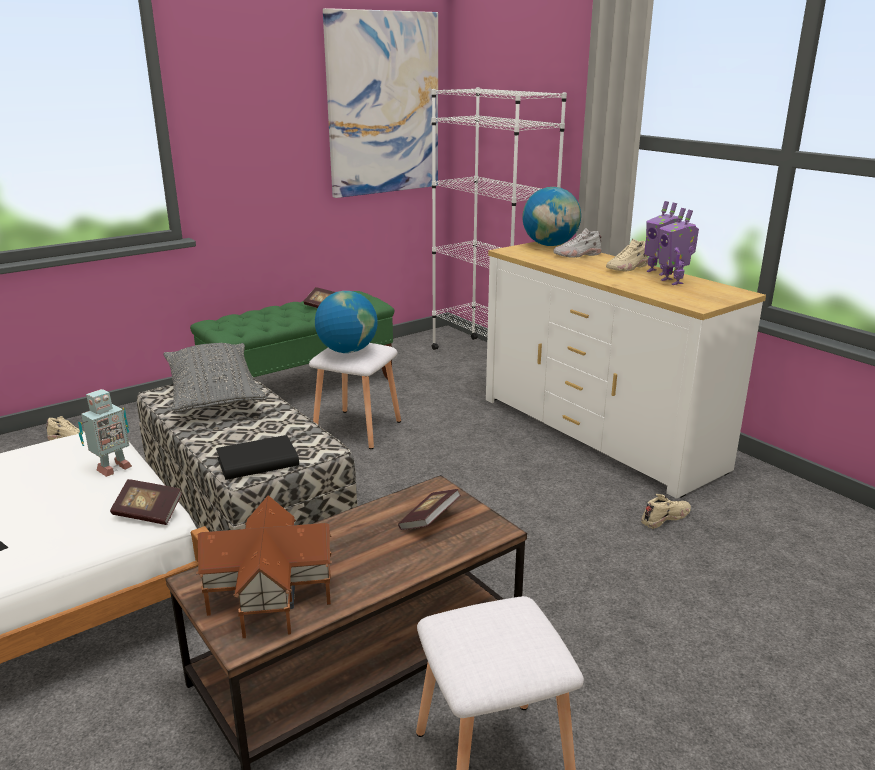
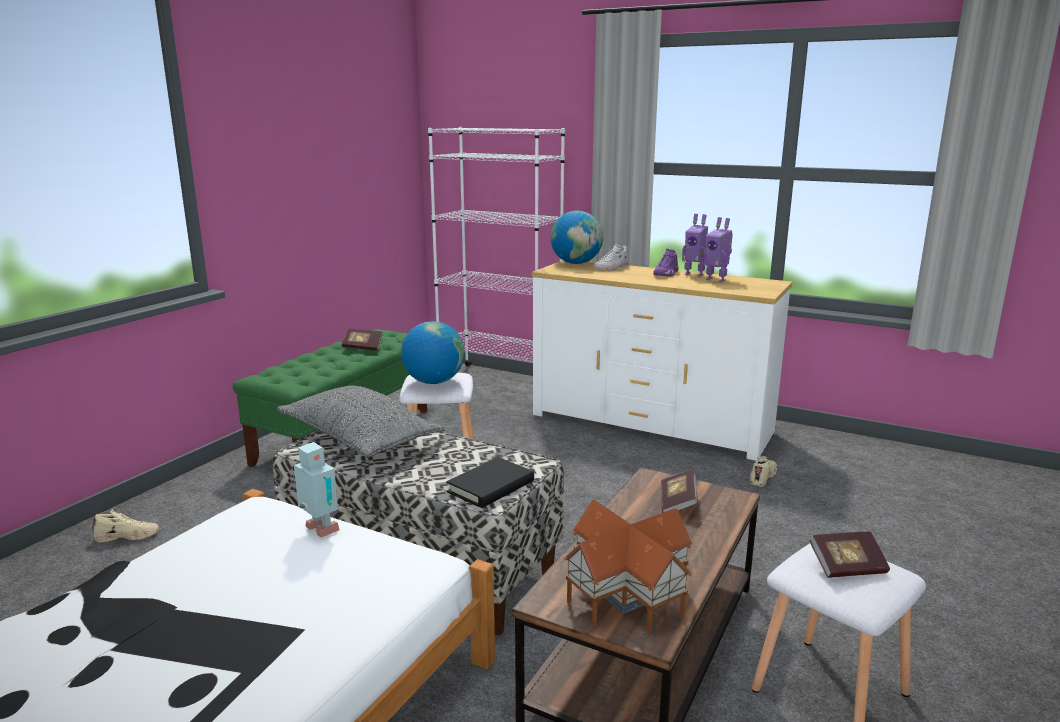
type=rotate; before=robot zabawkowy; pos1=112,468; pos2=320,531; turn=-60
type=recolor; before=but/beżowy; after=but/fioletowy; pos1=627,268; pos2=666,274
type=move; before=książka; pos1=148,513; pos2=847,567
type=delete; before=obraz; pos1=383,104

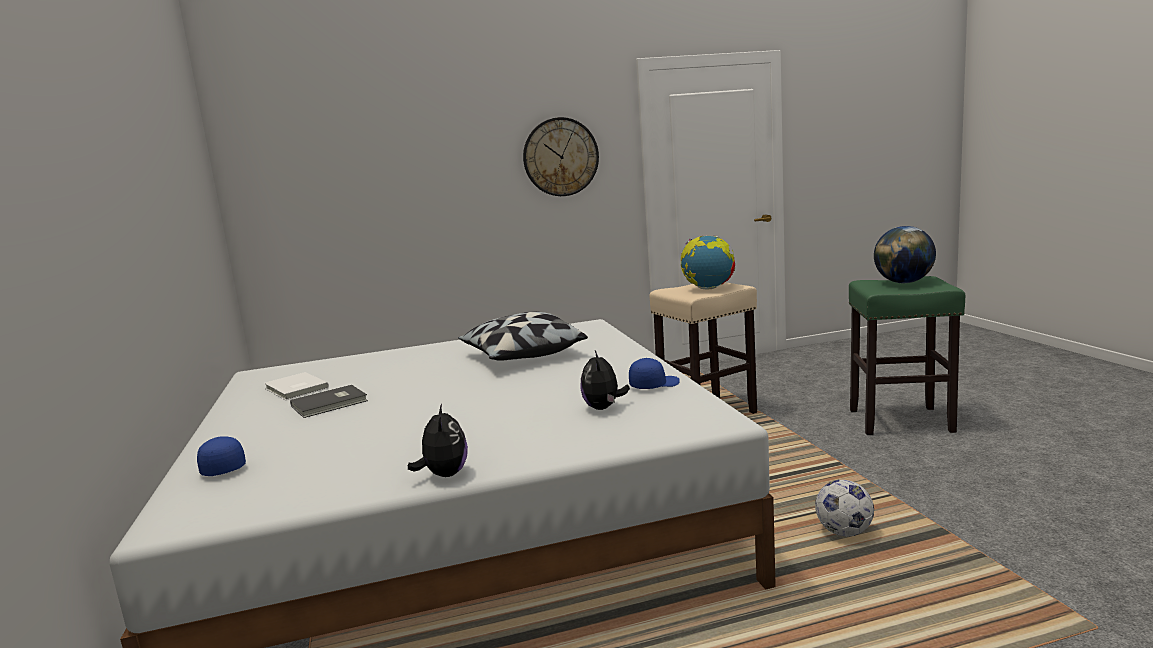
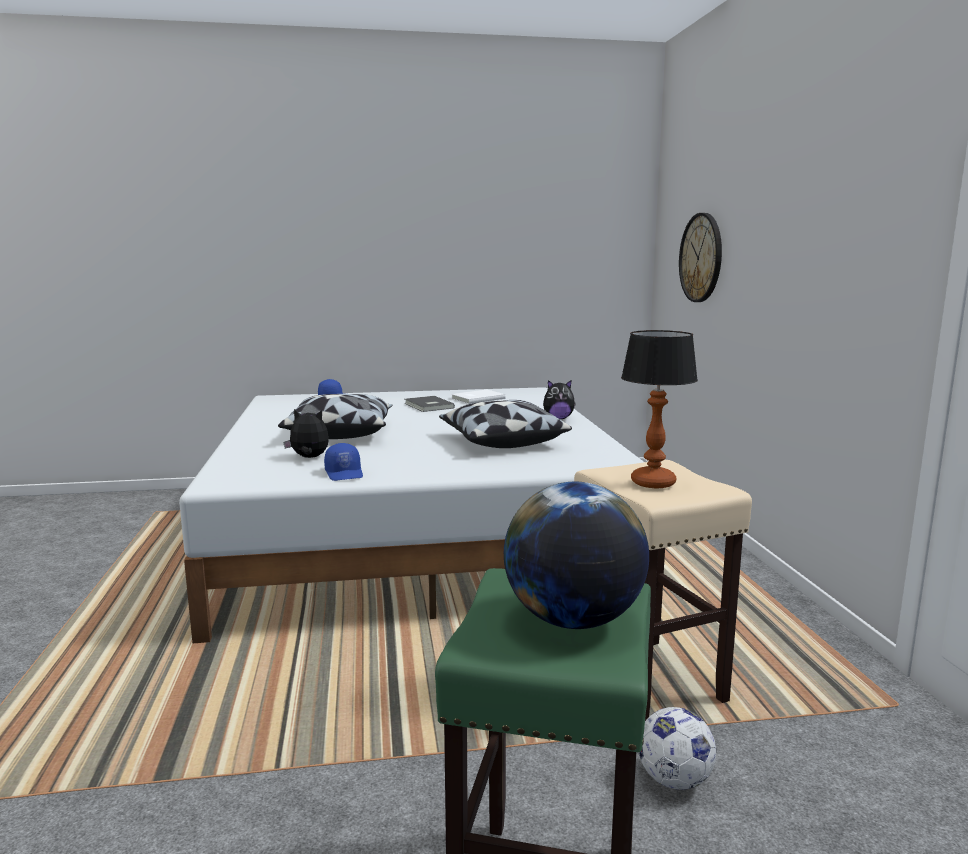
type=insert; after=poduszka; pos2=340,433
type=move; before=pluszak; pos1=444,475; pos2=558,418
type=replace; before=globus; after=lampa stołowa; pos1=708,288; pos2=653,483
type=move; before=piłka futbolowa; pos1=844,532; pos2=674,780
type=move; before=zegar ścienny; pos1=560,157; pos2=701,258

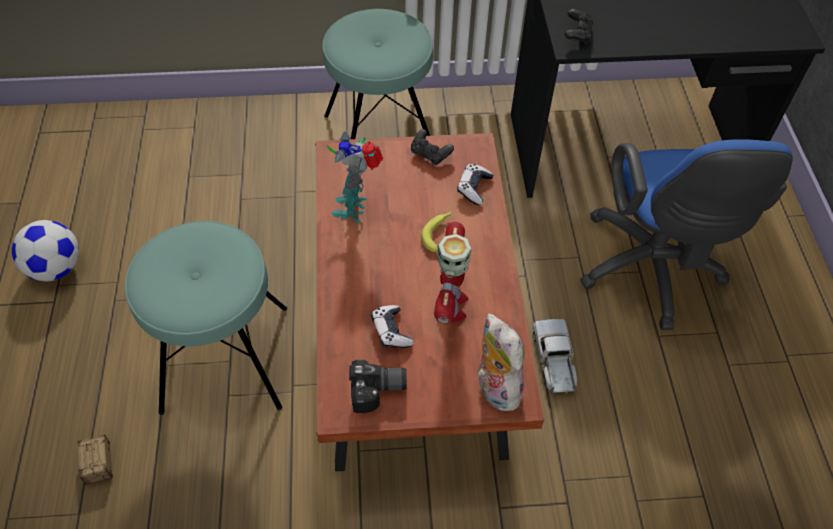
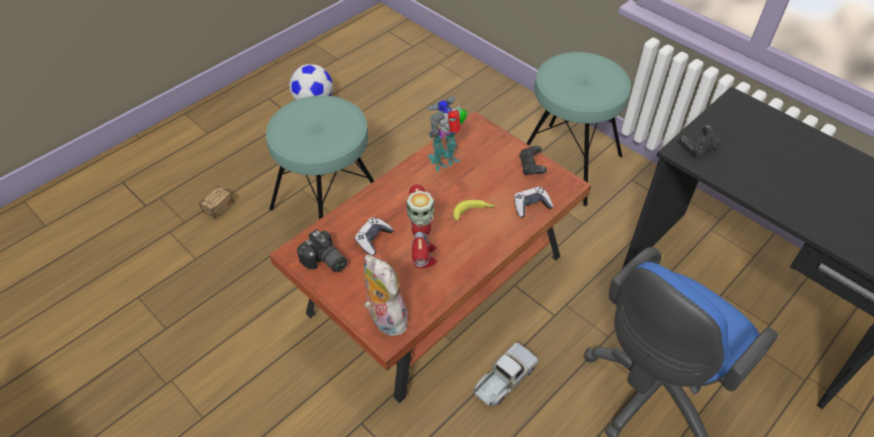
type=rotate; before=pluszak; pos1=494,387; pos2=384,318; turn=-60
type=rotate; before=robot zabawkowy; pos1=450,306; pos2=422,256; turn=-60

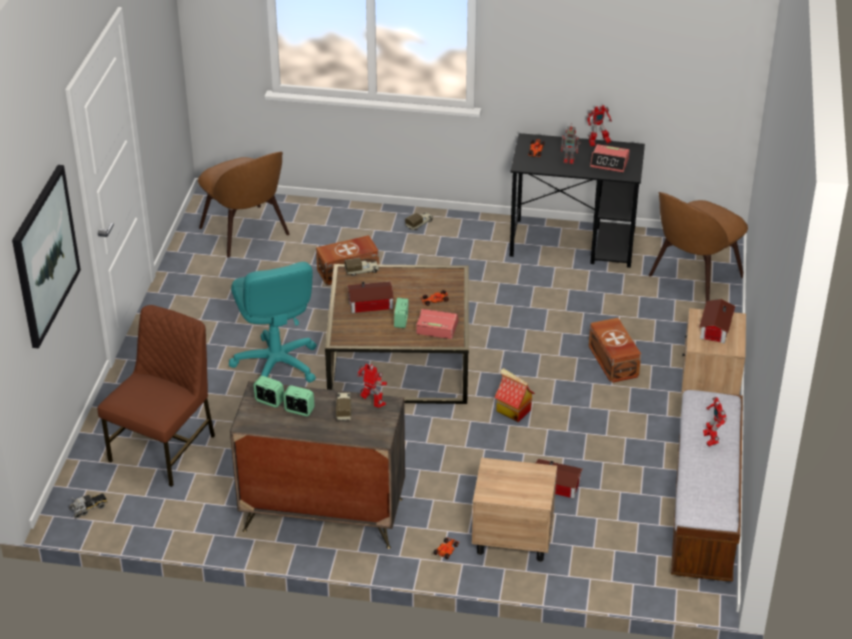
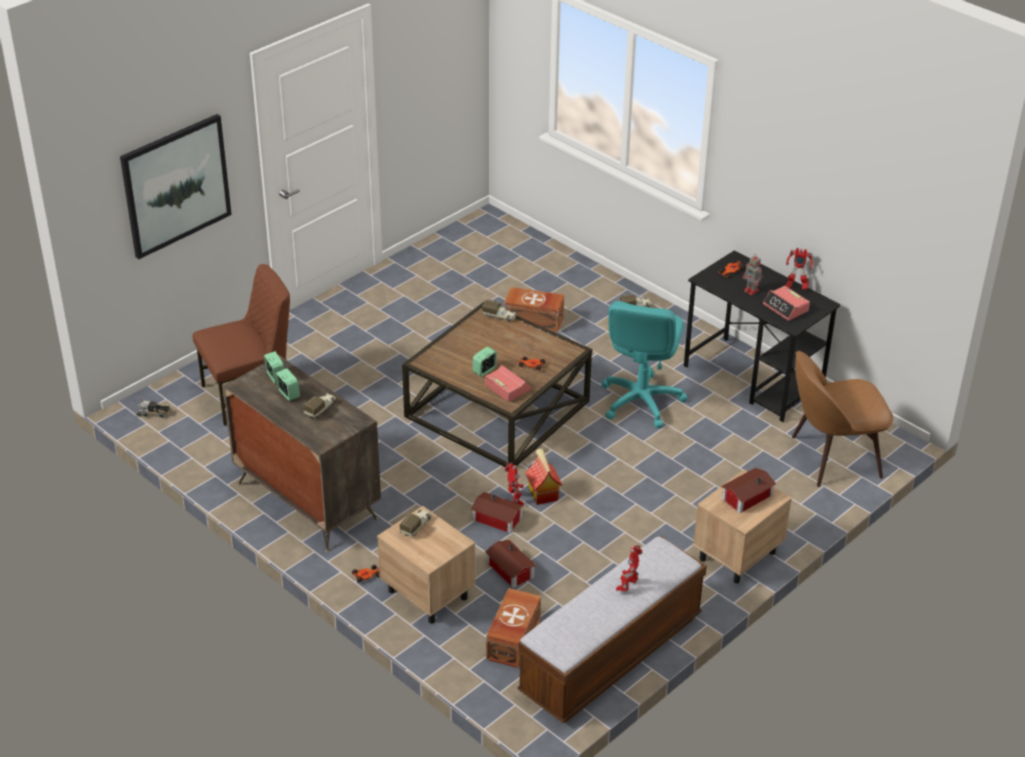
type=insert; after=ciężarówka zabawkowa; pos2=416,526
type=move; before=domek; pos1=372,304; pos2=497,520
type=move; before=pojemnik do przechowywania/brązowy; pos1=612,362; pos2=512,640
type=move; before=robot zabawkowy; pos1=373,403; pos2=515,500
type=move; before=krzesło biurowe/turkusowy; pos1=276,365; pos2=640,401
type=delete; before=krzesło/brązowy; pos1=246,233

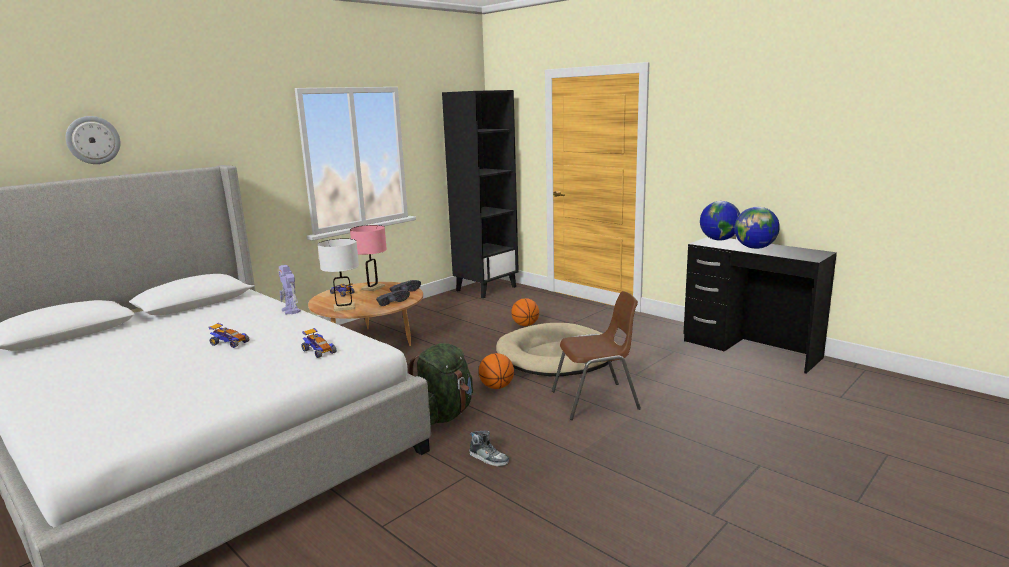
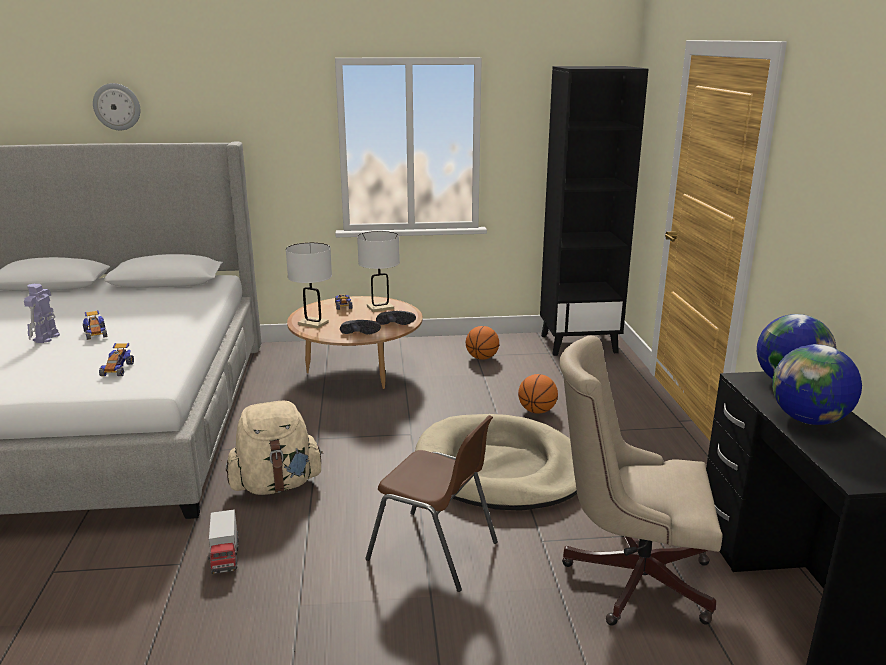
type=move; before=robot zabawkowy; pos1=291,311; pos2=46,338
type=replace; before=but; after=ciężarówka zabawkowa; pos1=488,458; pos2=225,557
type=recolor; before=plecak/zielony; after=plecak/beżowy; pos1=444,414; pos2=276,485
type=recolor; before=lampa stołowa/różowy; after=lampa stołowa/biały; pos1=373,288; pos2=380,307
type=move; before=piłka do koszykówki; pos1=496,387; pos2=482,358
type=insert; after=krzesło biurowe/beżowy; pos2=629,576

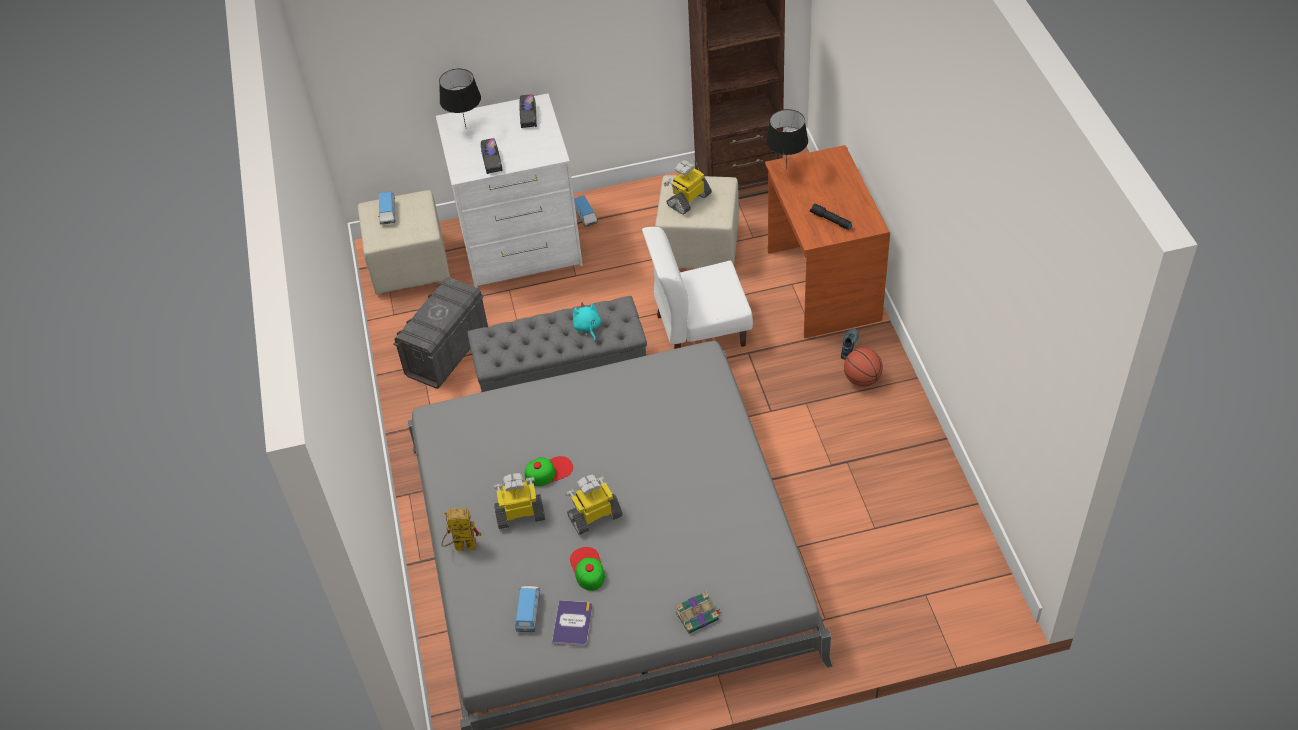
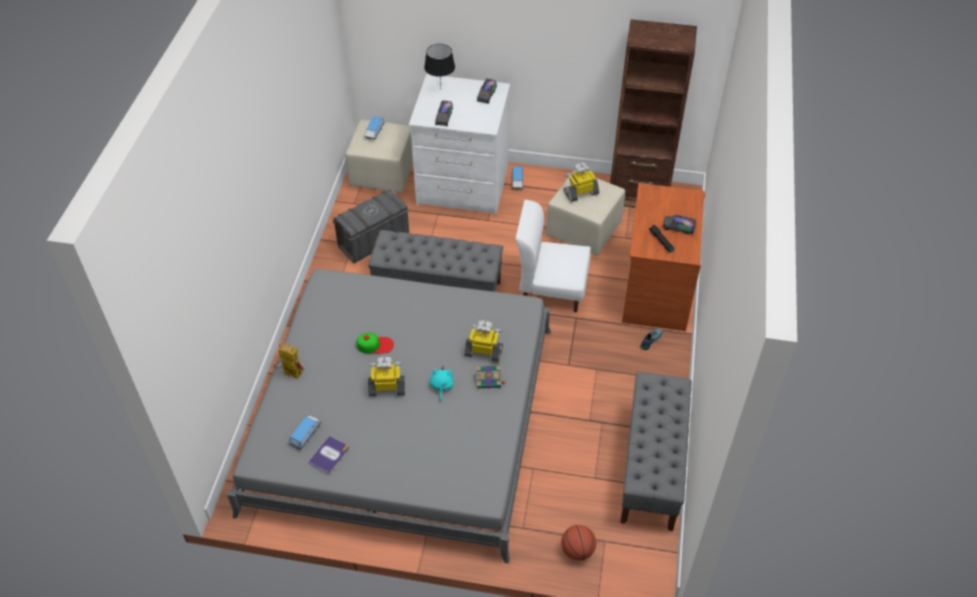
type=move; before=pluszak/turkusowy; pos1=587,327; pos2=441,386
type=move; before=robot zabawkowy; pos1=520,514; pos2=484,351
type=move; before=książka; pos1=698,616; pos2=489,380
type=move; before=piłka do koszykówki; pos1=862,379; pos2=577,550
type=insert; after=ławka/szary; pos2=651,467
type=insert; after=ciężarówka zabawkowa; pos2=678,228
type=delete; before=czapka z daszkiem; pos1=587,568
type=delete; before=lampa stołowa/czarny; pos1=786,169

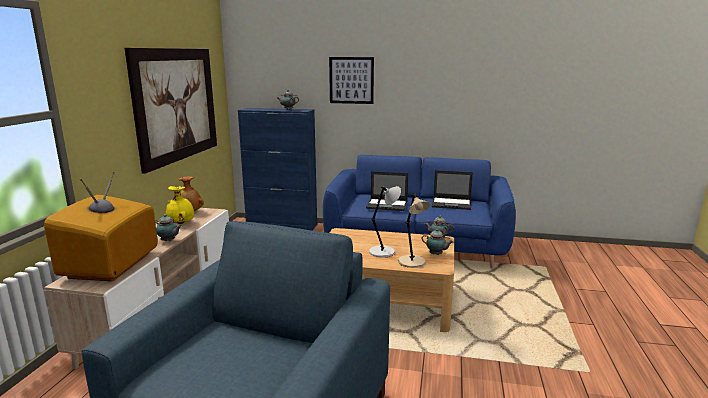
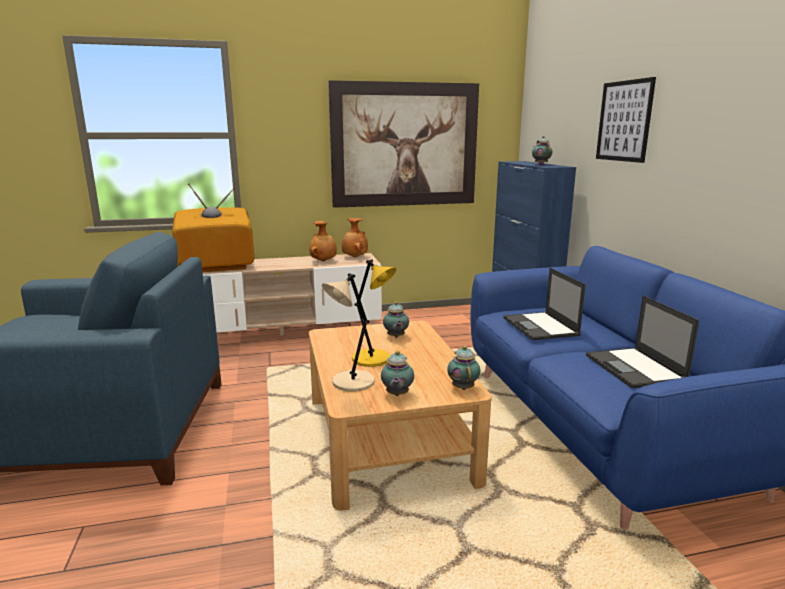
type=recolor; before=wazon/żółty; after=wazon/brązowy; pos1=181,223; pos2=324,261
type=recolor; before=lampa stołowa/szary; after=lampa stołowa/żółty; pos1=383,252; pos2=373,359
type=move; before=imbryk; pos1=169,241; pos2=395,337

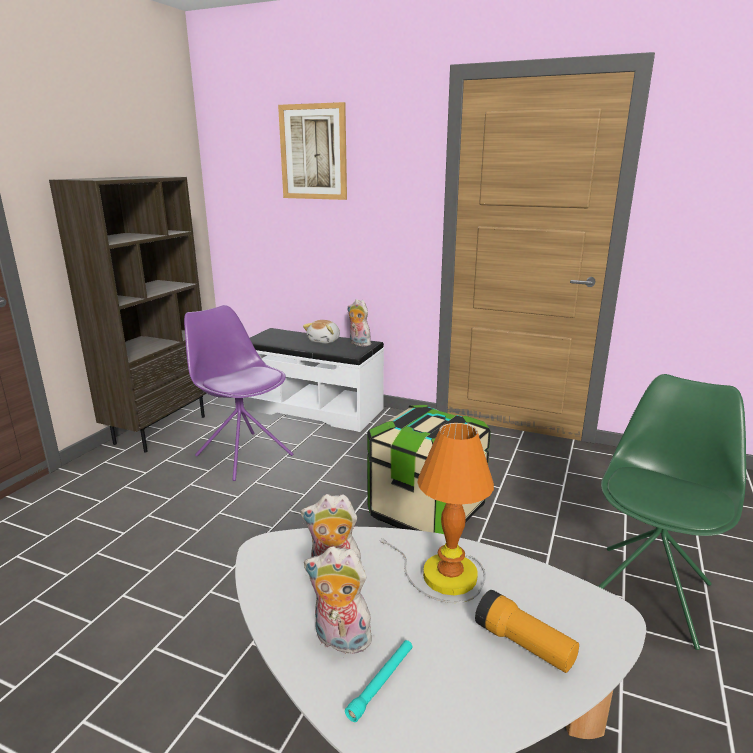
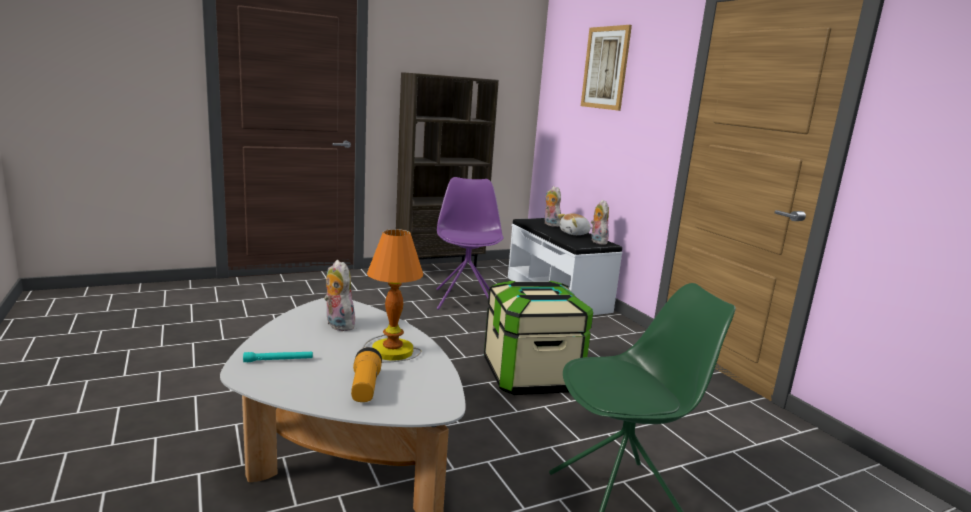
type=move; before=pluszak; pos1=340,640; pos2=550,224

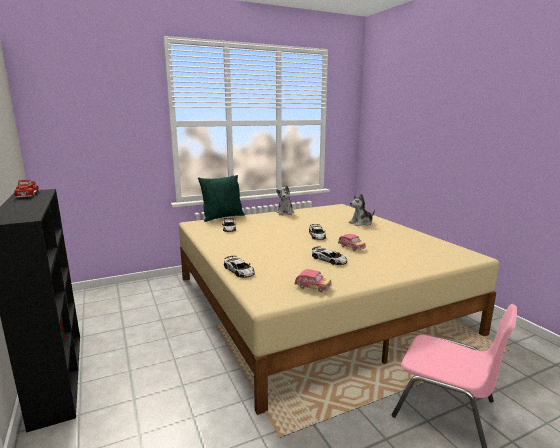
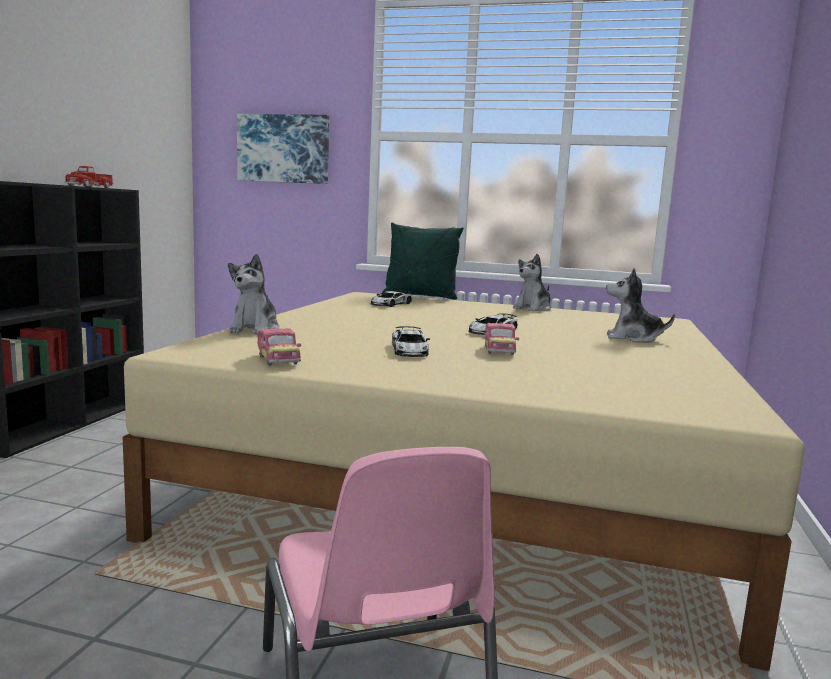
type=replace; before=samochodzik; after=pluszak; pos1=239,271; pos2=255,329
type=insert; after=obraz; pos2=283,149

